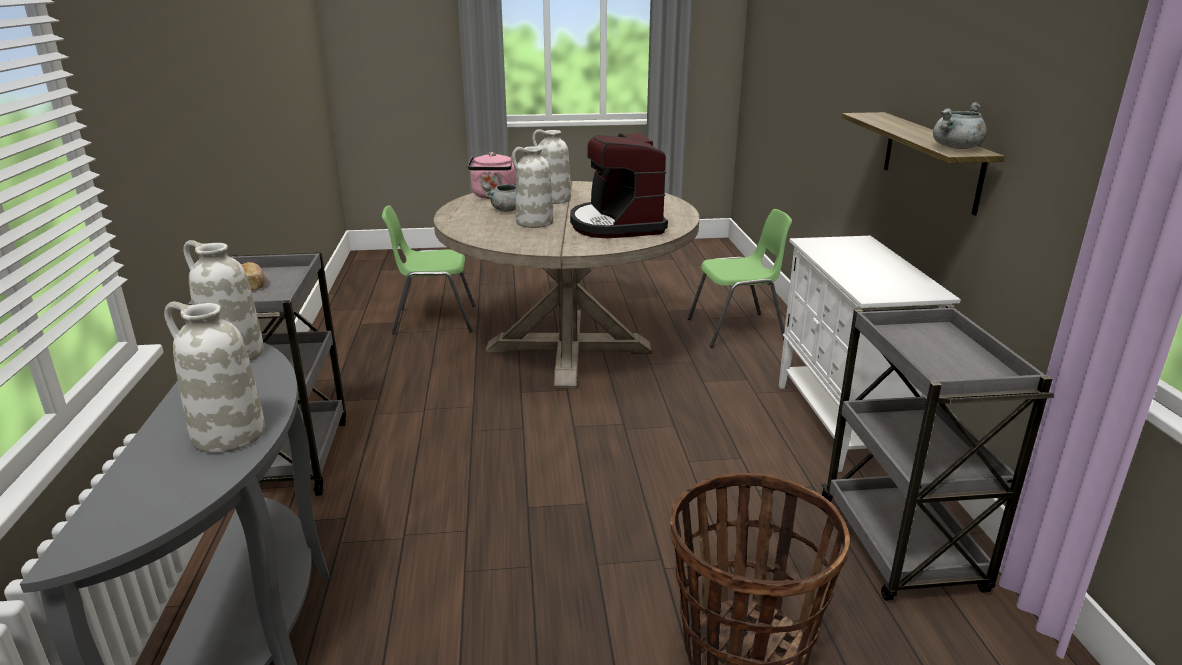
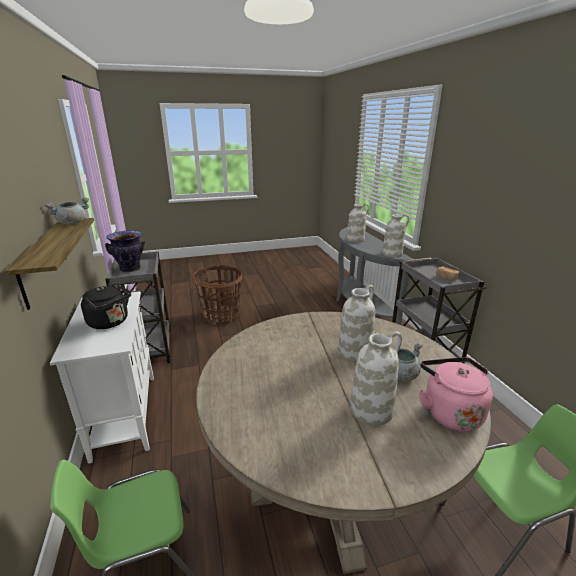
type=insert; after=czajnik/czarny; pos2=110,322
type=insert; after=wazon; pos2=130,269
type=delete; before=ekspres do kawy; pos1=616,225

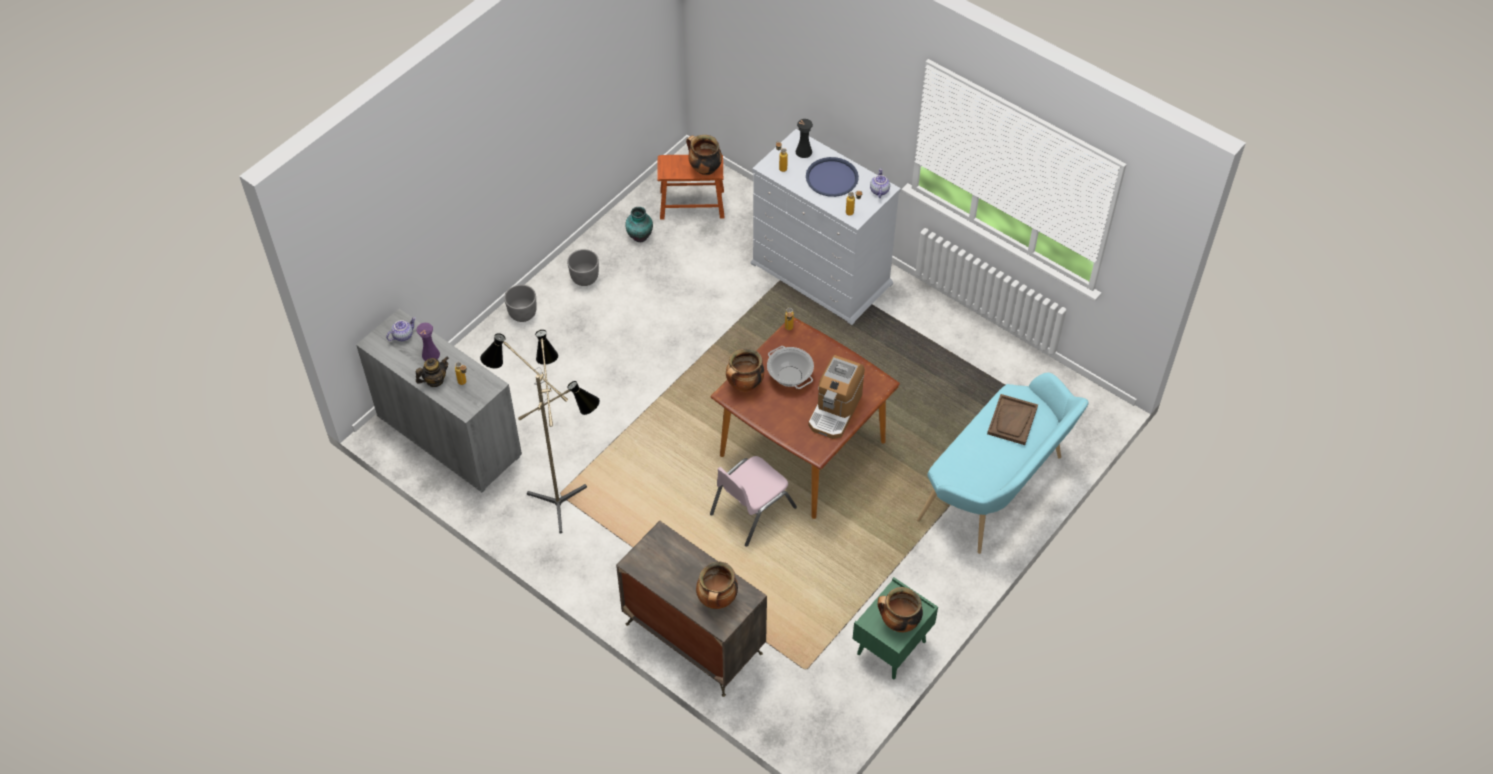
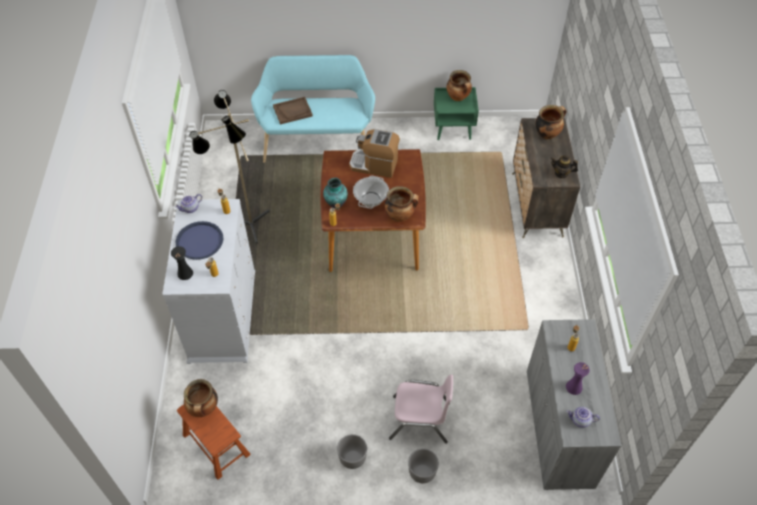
type=move; before=lampa stojąca; pos1=560,498; pos2=246,227
type=move; before=wazon; pos1=640,236; pos2=335,203
type=rotate; before=ekspres do kawy; pos1=835,411; pos2=374,165; turn=-150
type=move; before=krzesło/różowy; pos1=751,510; pos2=420,420
type=move; before=imbryk; pos1=435,380; pos2=561,173

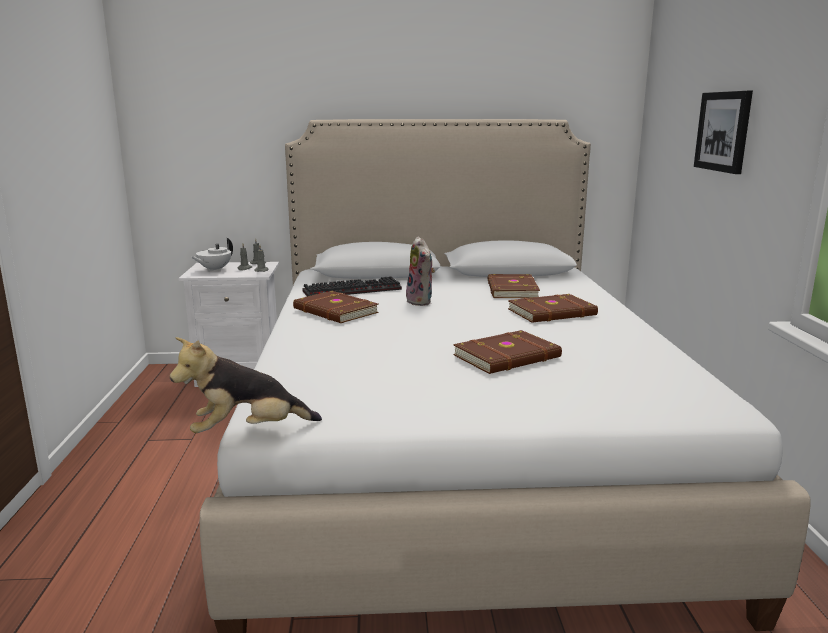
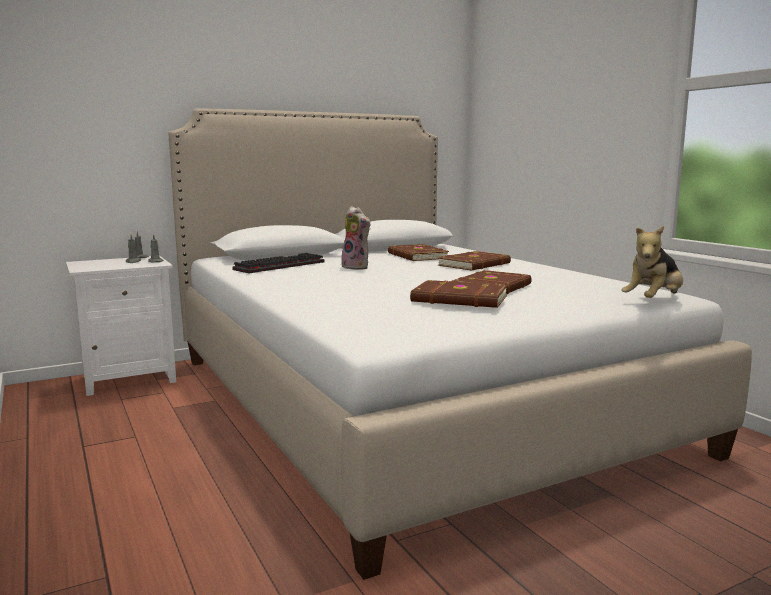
type=move; before=książka/brązowy; pos1=334,311; pos2=459,299
type=move; before=pluszak; pos1=247,432; pos2=653,301
type=delete; before=imbryk/biały; pos1=214,270
type=delete; before=obraz; pos1=724,131

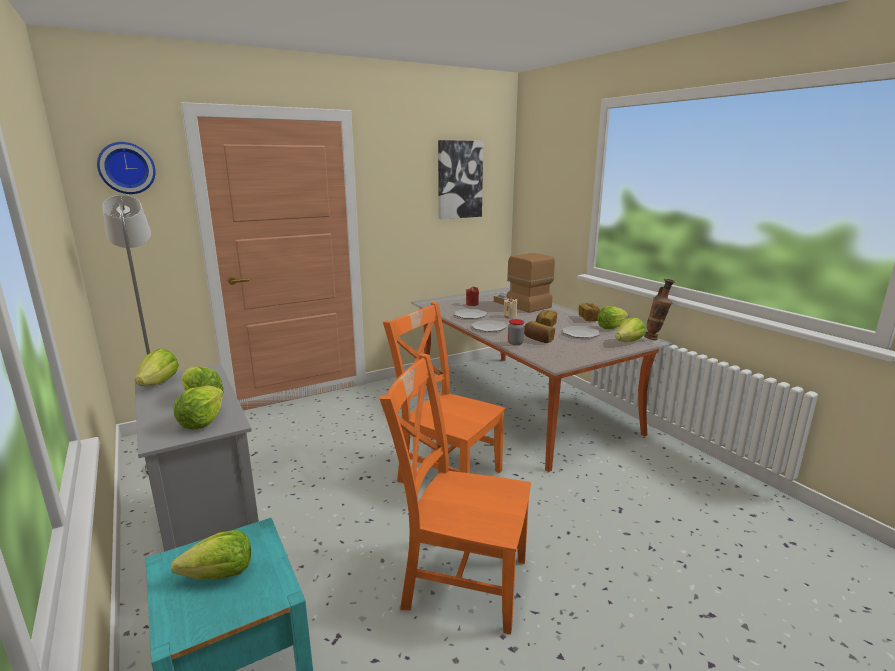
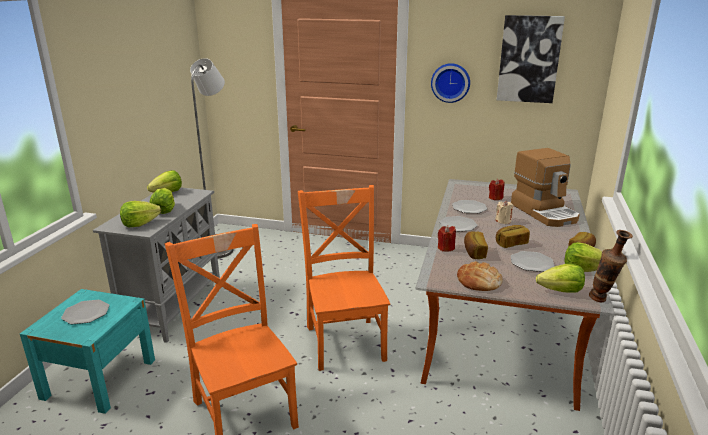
type=replace; before=sałata; after=talerz; pos1=219,575; pos2=86,313
type=move; before=zegar ścienny; pos1=126,168; pos2=450,82
type=replace; before=słoik; after=świeca/czerwony; pos1=515,343; pos2=446,248
type=insert; after=chleb; pos2=479,281
type=rotate; before=ekspres do kawy; pos1=520,304; pos2=545,212; turn=150

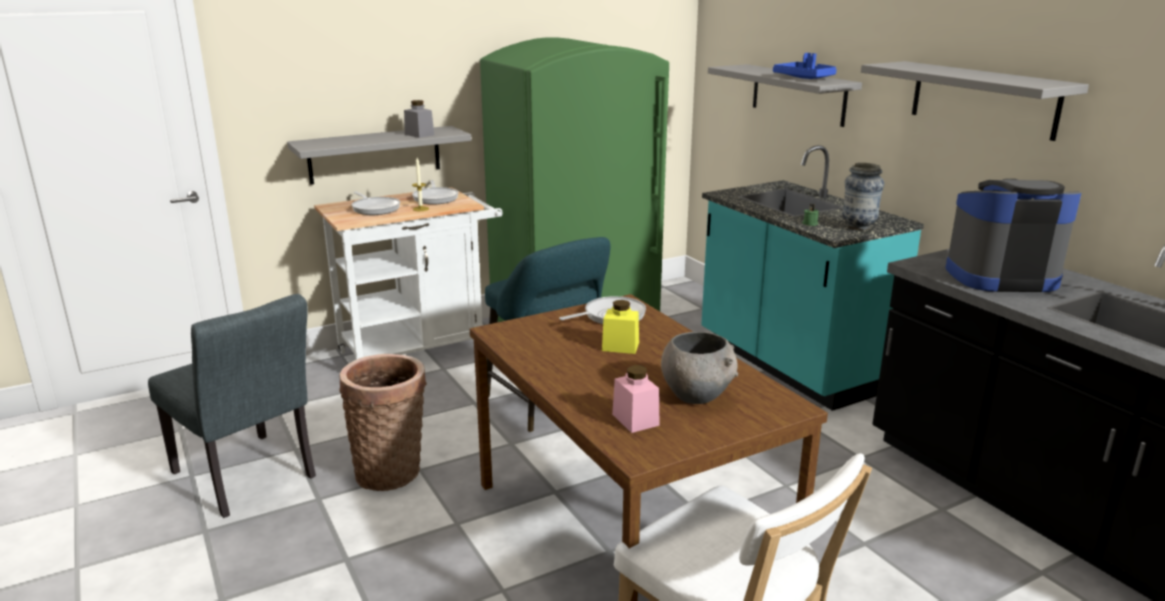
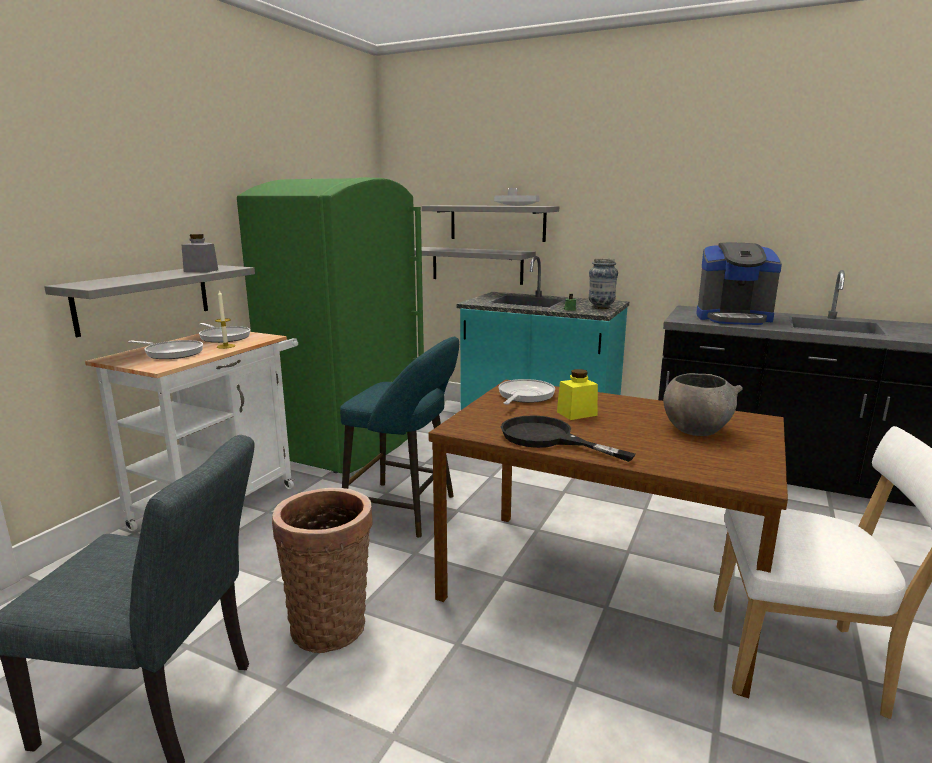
type=move; before=półka/szary; pos1=983,99; pos2=477,265
type=recolor; before=taca/niebieski; after=taca/szary; pos1=805,78; pos2=516,205
type=insert; after=patelnia/czarny; pos2=547,438
type=rotate; before=ekspres do kawy; pos1=1000,277; pos2=733,318; turn=-135
type=delete; before=słoik/różowy; pos1=635,420

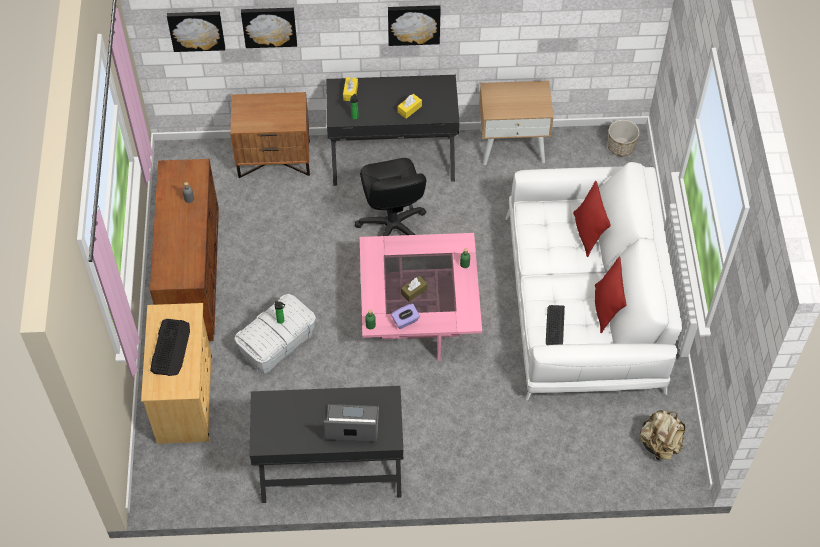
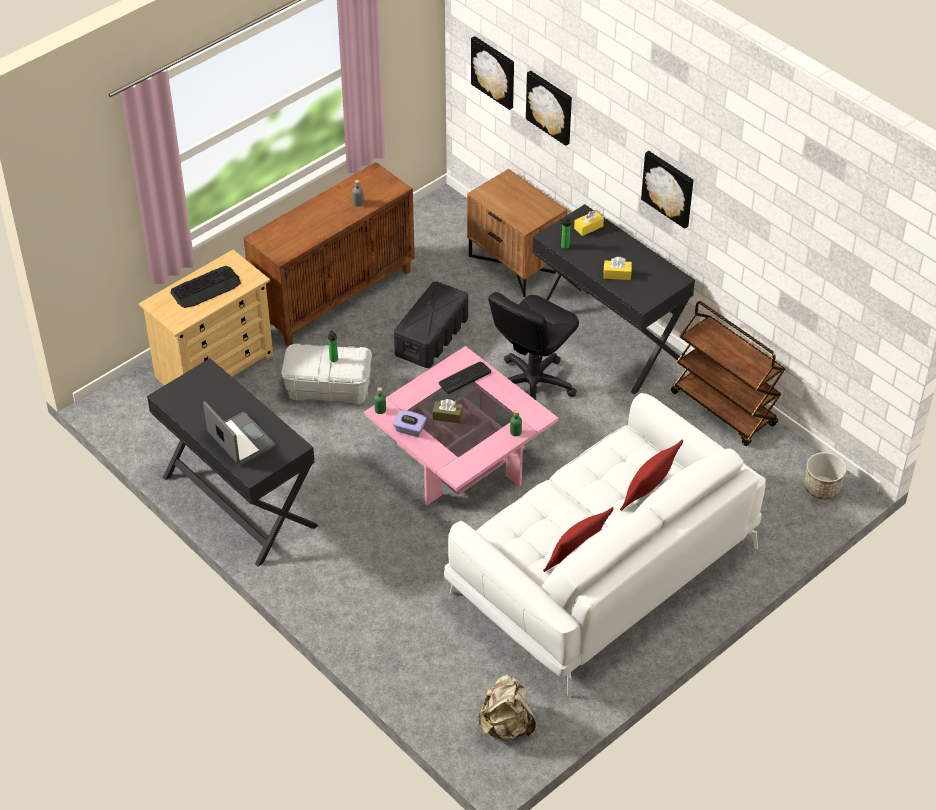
type=insert; after=pojemnik do przechowywania/czarny; pos2=432,336
type=move; before=klawiatura; pos1=555,326; pos2=464,377
type=replace; before=szafka nocna/beżowy; after=wózek/brązowy; pos1=512,146; pos2=724,409

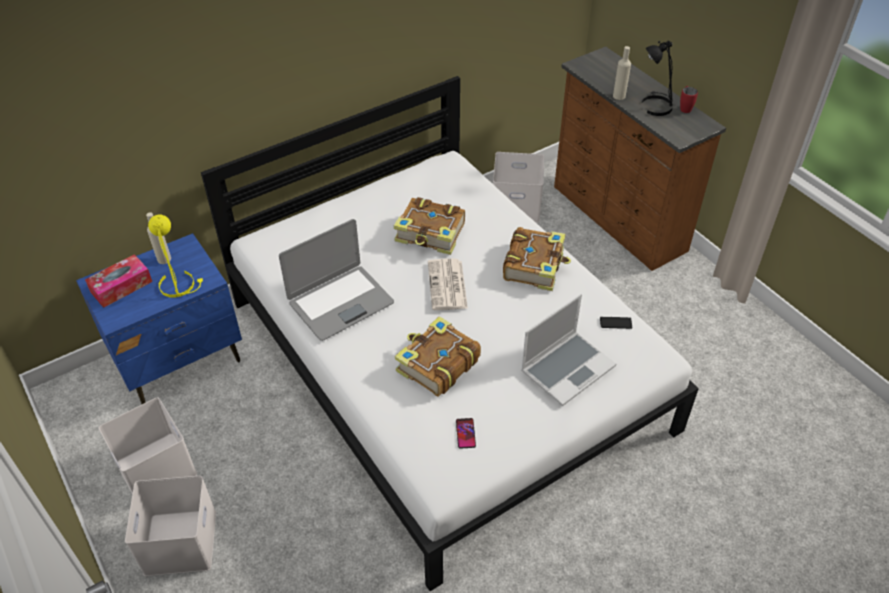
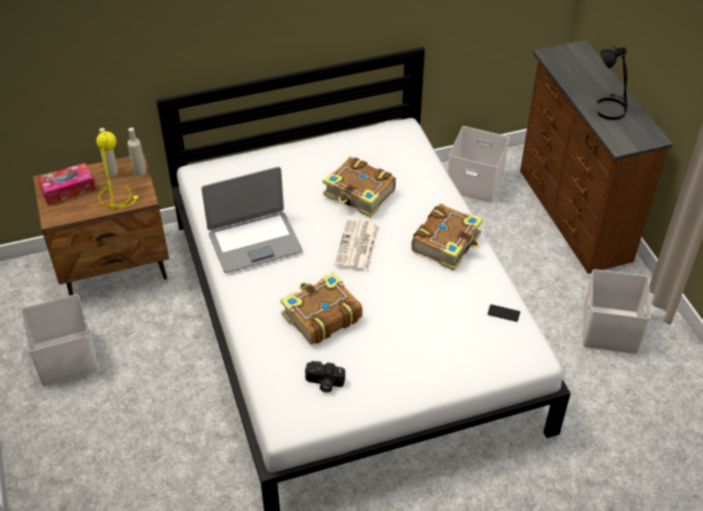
type=recolor; before=szafka nocna/niebieski; after=szafka nocna/brązowy; pos1=180,360; pos2=115,267
type=move; before=butelka/beżowy; pos1=619,96; pos2=139,171
type=replace; before=telefon; after=aparat fotograficzny; pos1=465,433; pos2=324,383
type=move; before=pojemnik do przechowywania/biały; pos1=179,541; pos2=608,328
type=delete; before=laptop; pos1=567,368
type=delete; before=kubek/czerwony; pos1=685,107

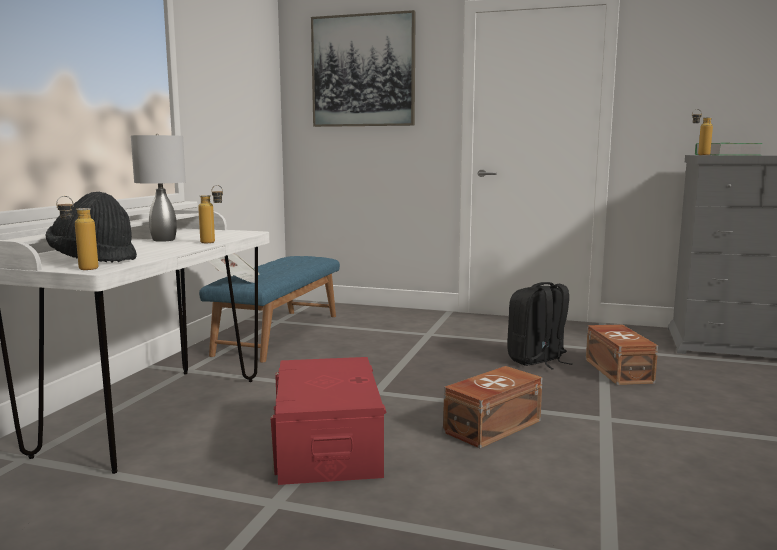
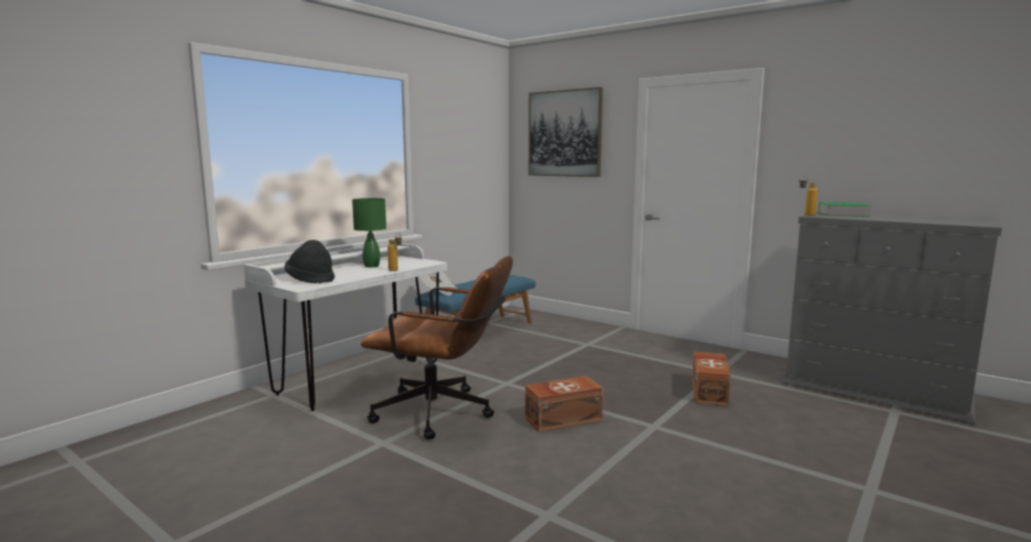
type=recolor; before=lampa stołowa/szary; after=lampa stołowa/zielony; pos1=164,240; pos2=372,266
type=replace; before=pojemnik do przechowywania/czerwony; after=krzesło biurowe/brązowy; pos1=328,445; pos2=443,414
type=delete; before=butelka; pos1=80,269
type=delete; before=plecak/czarny; pos1=537,360

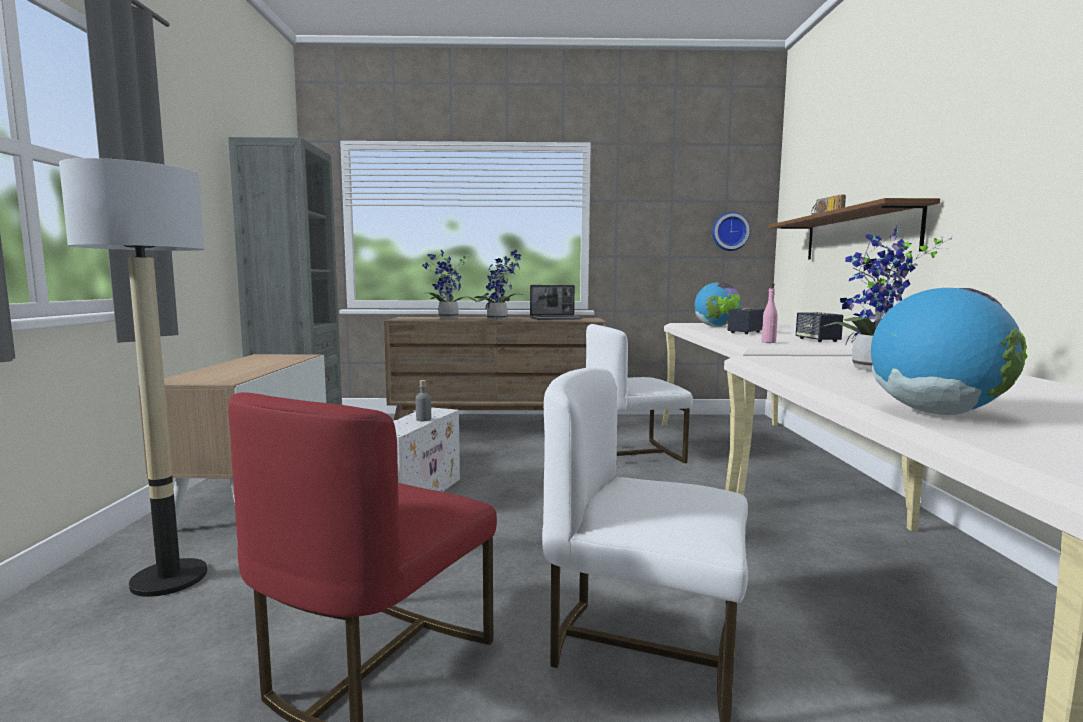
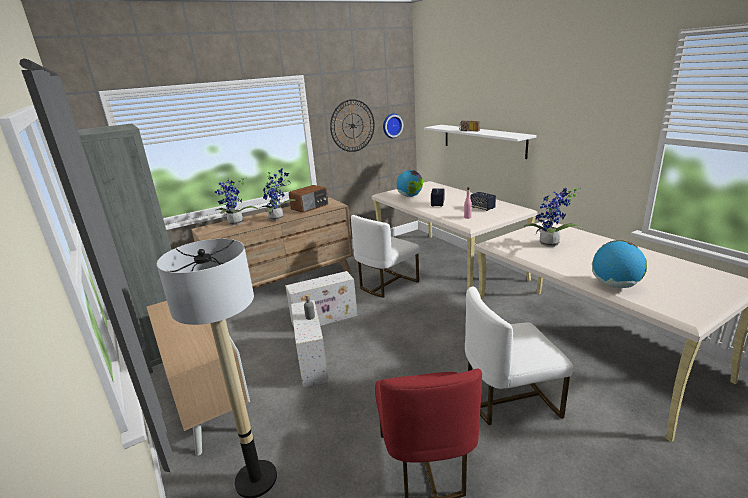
type=insert; after=pojemnik do przechowywania/biały; pos2=325,318
type=replace; before=laptop; after=radio; pos1=556,319; pos2=310,207
type=insert; after=zegar ścienny; pos2=352,126
type=recolor; before=półka/brązowy; after=półka/biały; pos1=858,235; pos2=483,140

